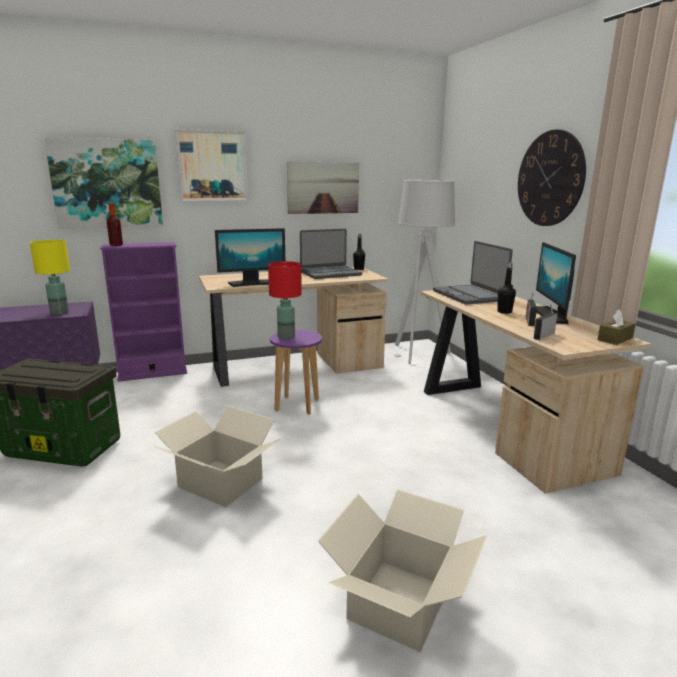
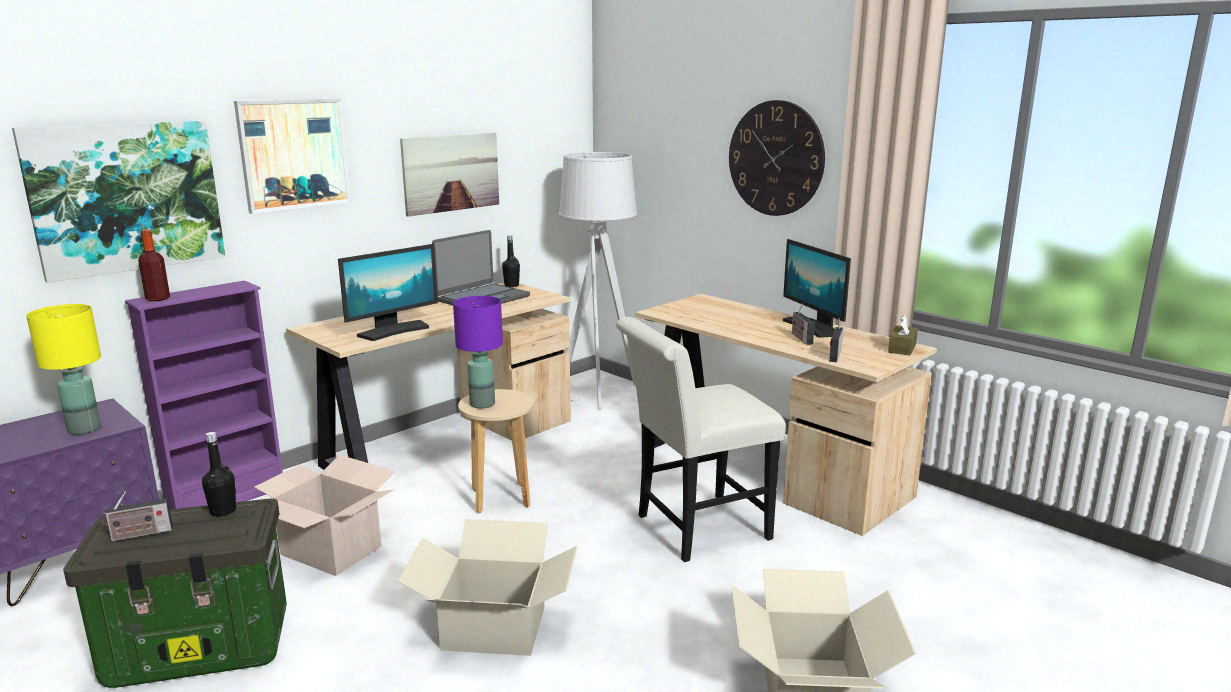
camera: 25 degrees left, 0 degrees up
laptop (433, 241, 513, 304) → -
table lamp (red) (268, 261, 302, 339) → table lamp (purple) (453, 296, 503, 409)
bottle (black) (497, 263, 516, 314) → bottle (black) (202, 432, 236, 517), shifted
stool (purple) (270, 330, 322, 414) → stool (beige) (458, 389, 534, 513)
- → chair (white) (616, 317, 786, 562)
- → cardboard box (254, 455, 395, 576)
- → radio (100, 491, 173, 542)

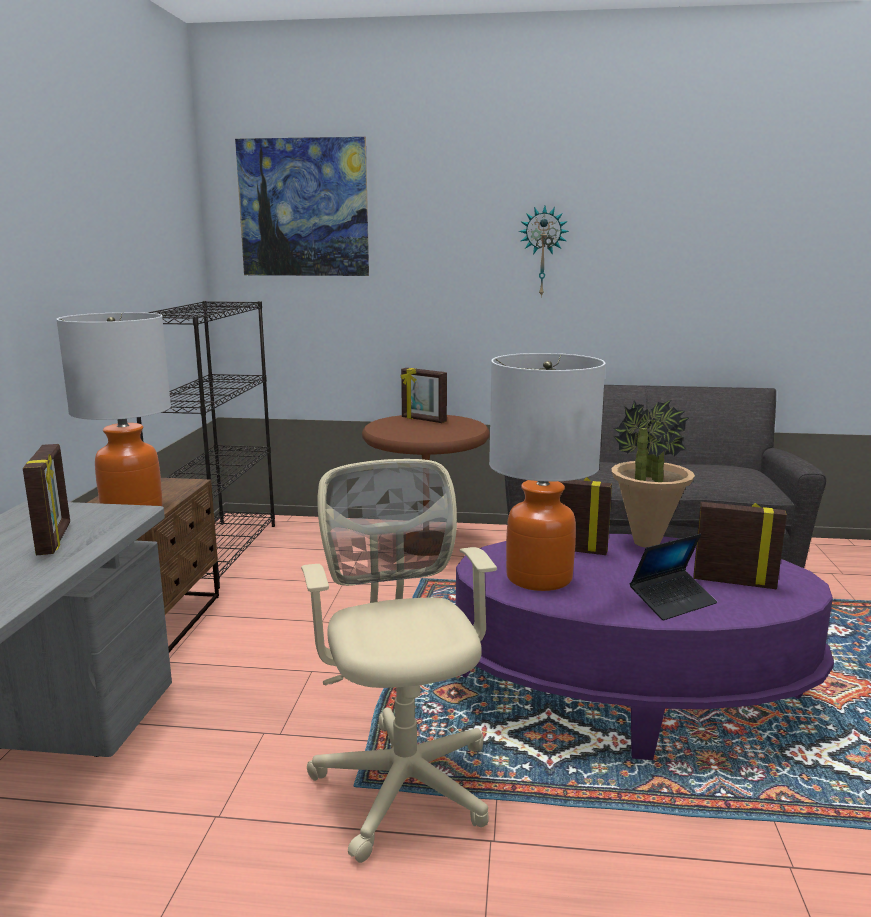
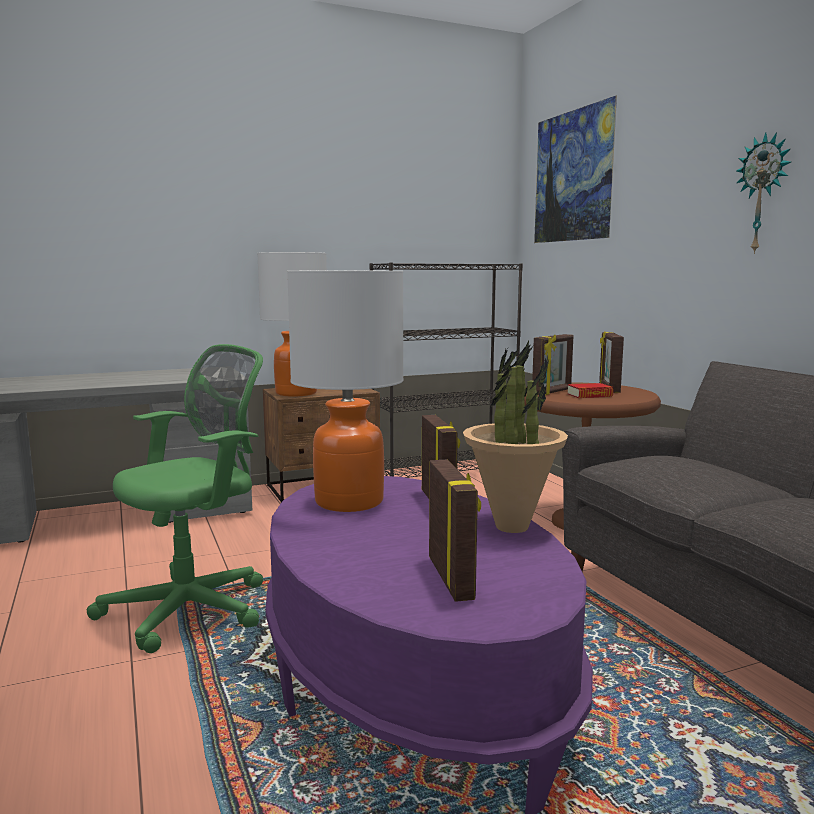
camera: 60 degrees right, 5 degrees down
picture frame (23, 444, 70, 555) → picture frame (532, 334, 574, 395), shifted
office chair (beige) (301, 459, 497, 863) → office chair (green) (87, 344, 263, 653)
laptop (630, 534, 717, 620) → -
- → book (567, 383, 613, 398)

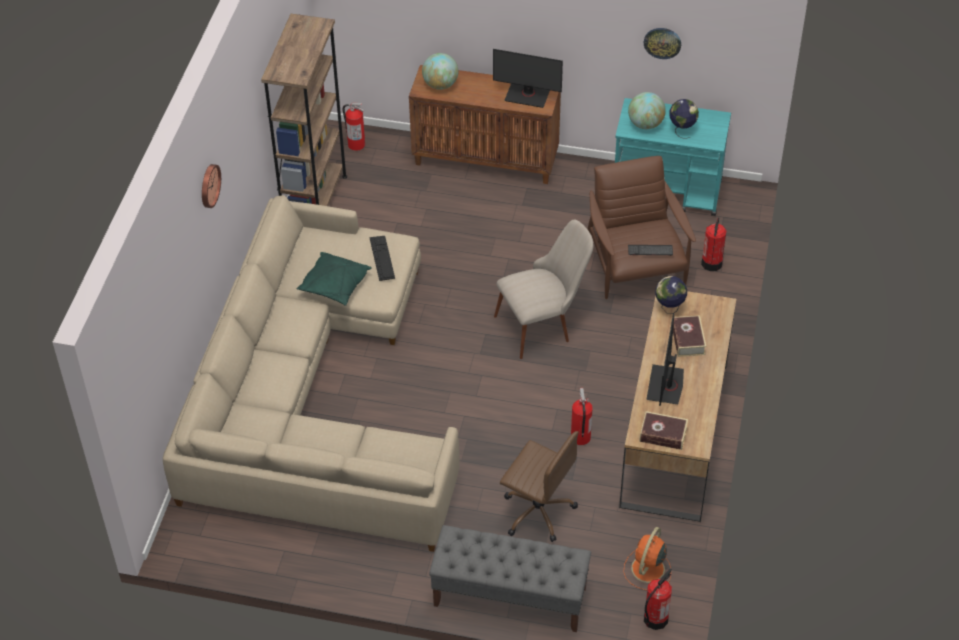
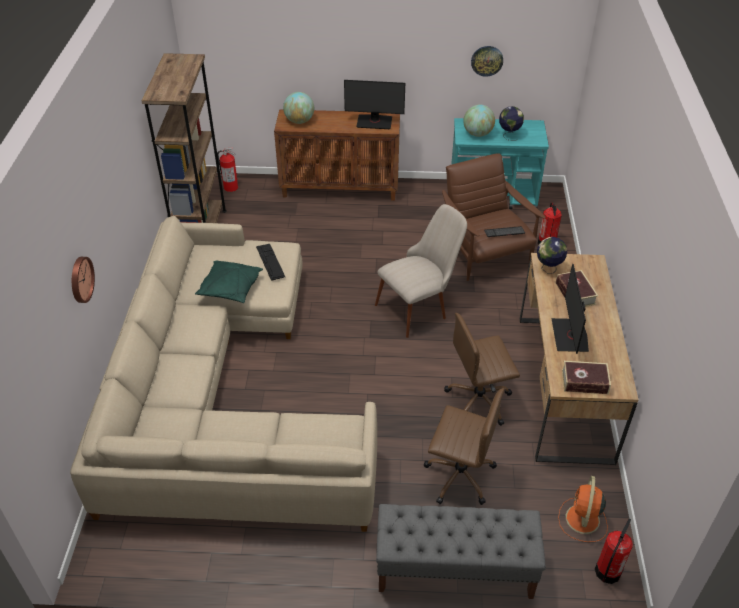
camera: 10 degrees left, 5 degrees down
wall clock (202, 164, 221, 208) → wall clock (72, 257, 95, 303), shifted
fire extinguisher (571, 388, 593, 445) → office chair (brown) (444, 313, 520, 426)

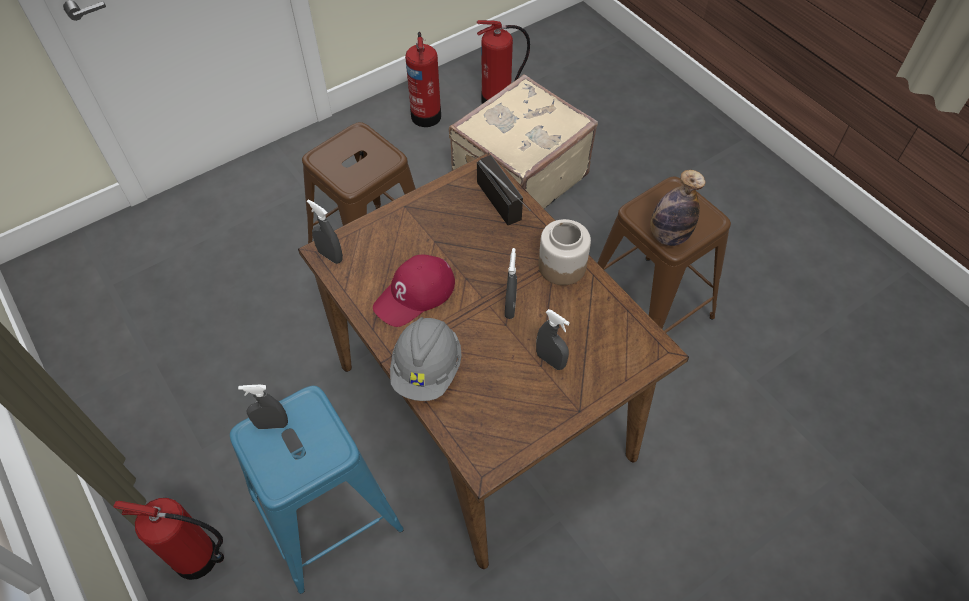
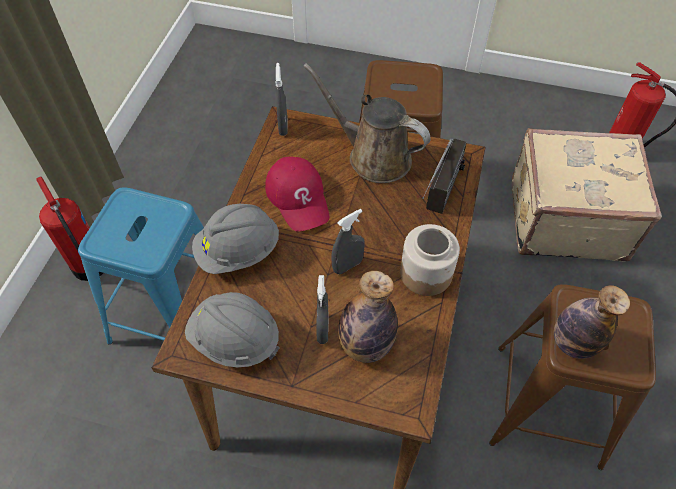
camera: 50 degrees right, 0 degrees up
fire extinguisher (405, 32, 441, 127) → -
cap (red) (373, 255, 455, 327) → cap (red) (265, 157, 329, 232), 120 degrees counterclockwise
spray bottle (grey) (238, 385, 288, 429) → -
- → watering can (brown) (303, 63, 431, 183)
- → bottle (338, 271, 398, 363)
- → hard hat (grey) (185, 292, 280, 368)

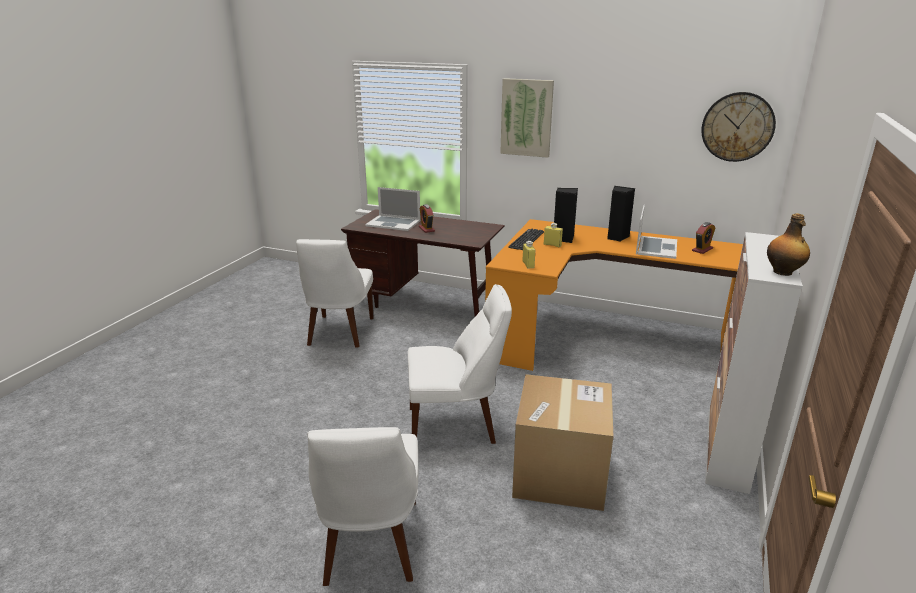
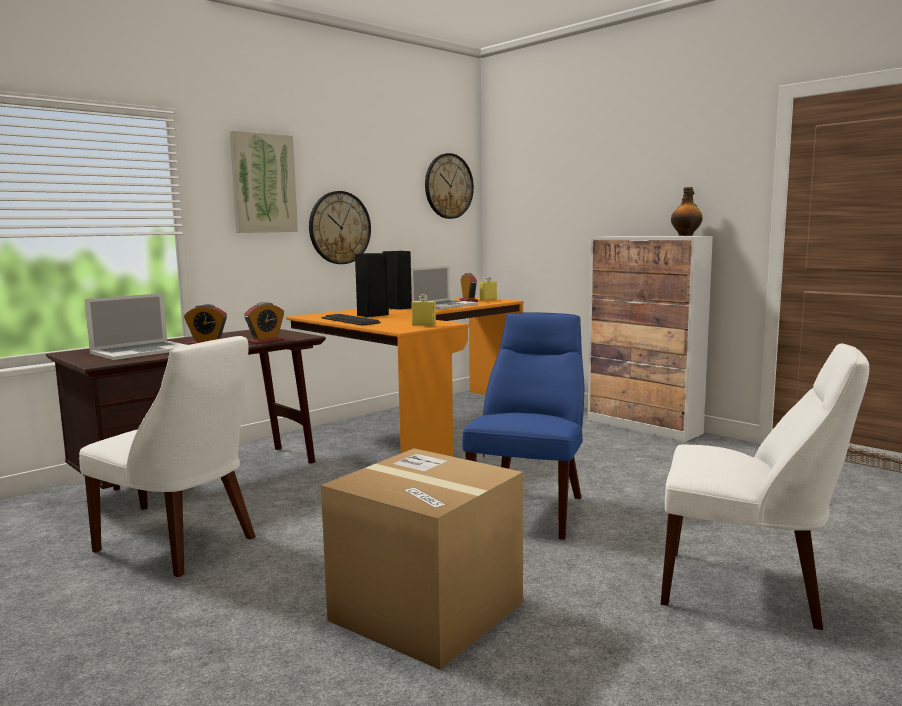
camera: 65 degrees left, 15 degrees down
laptop (636, 205, 677, 259) → laptop (411, 266, 478, 309), 90 degrees clockwise
bottle (yellow) (544, 223, 563, 247) → bottle (yellow) (480, 277, 497, 301), shifted
chair (white) (408, 284, 512, 444) → chair (blue) (462, 313, 584, 540)
cardboard box (512, 374, 613, 511) → cardboard box (321, 448, 523, 670), shifted
- → wall clock (309, 191, 371, 264)
- → alarm clock (244, 302, 284, 344)

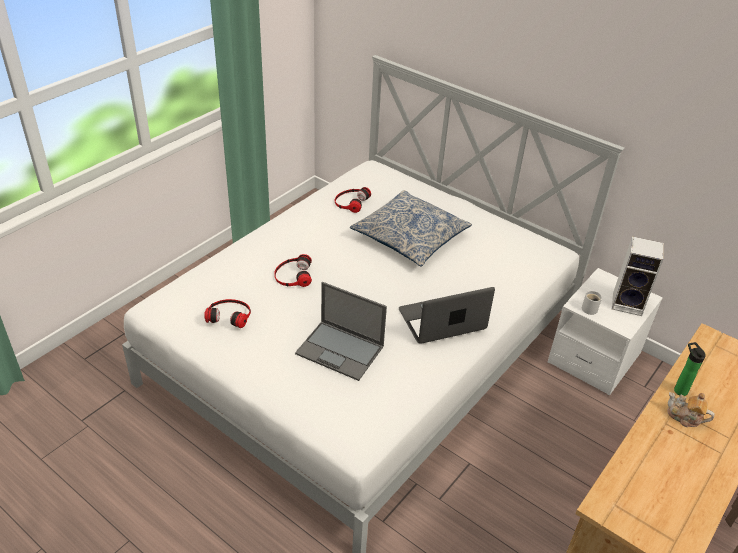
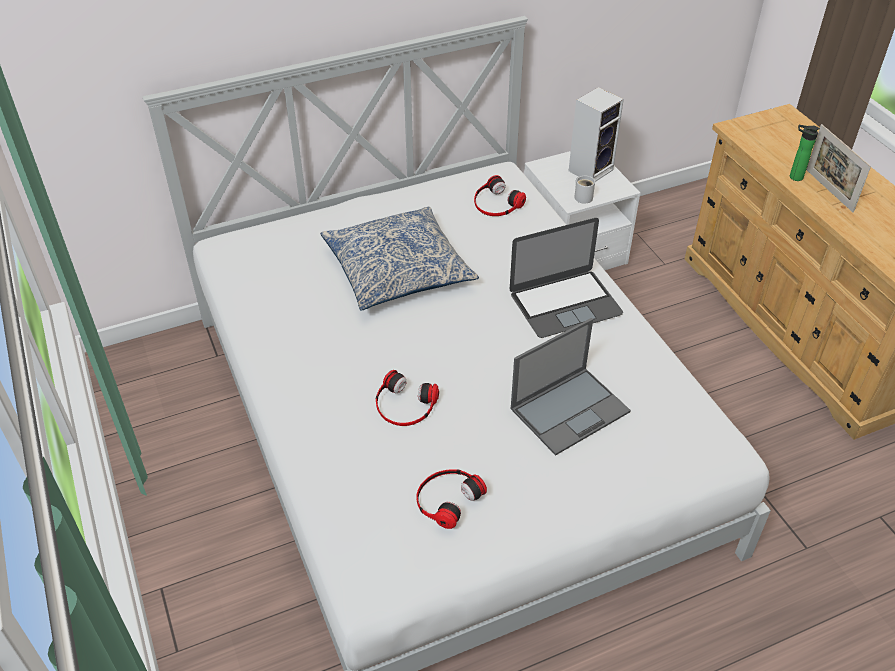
camera: 60 degrees left, 5 degrees up
headphones (335, 187, 371, 213) → headphones (474, 175, 526, 216), shifted
laptop (399, 287, 495, 344) → laptop (510, 218, 623, 338), 120 degrees counterclockwise
teapot (667, 392, 715, 427) → picture frame (807, 124, 871, 212)

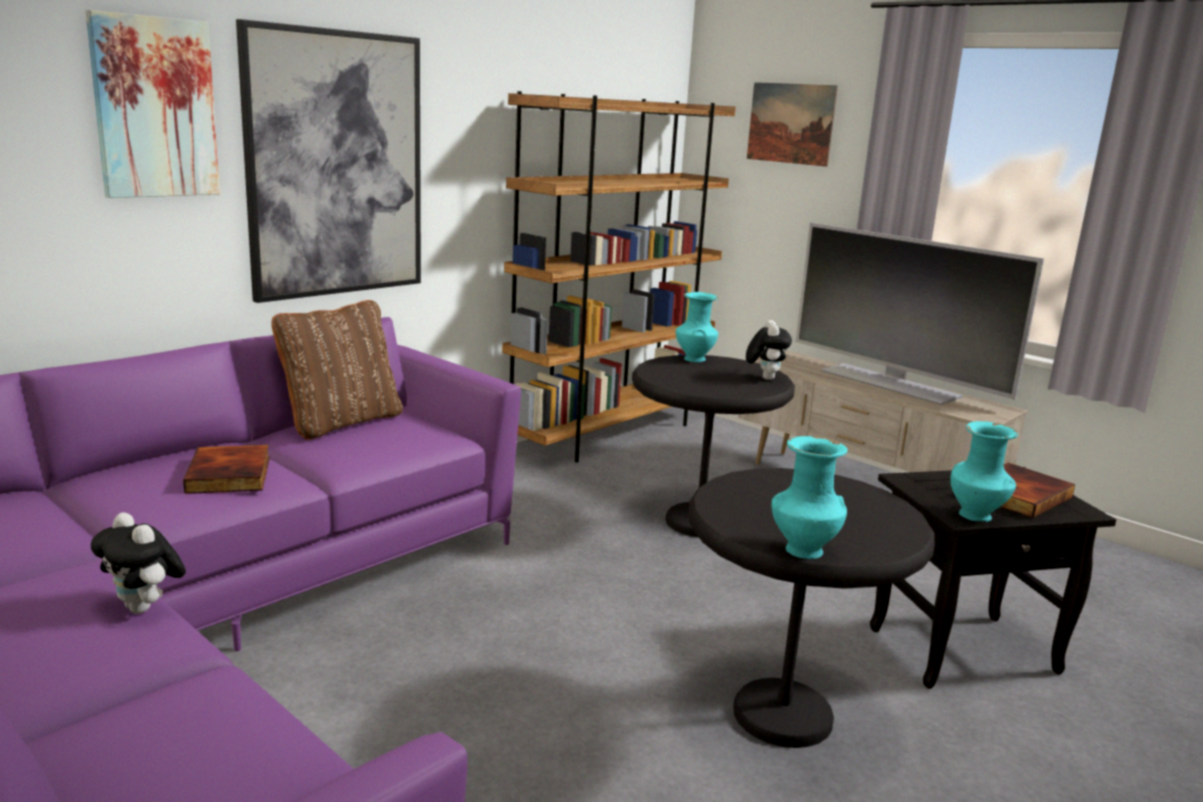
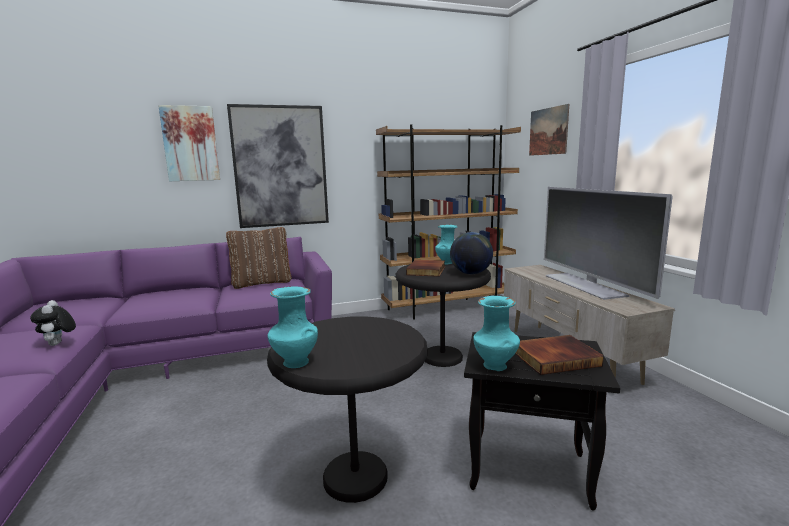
camera: 30 degrees right, 5 degrees down
plush toy (746, 320, 792, 380) → globe (450, 232, 493, 274)
book (183, 445, 270, 494) → book (406, 260, 445, 277), shifted

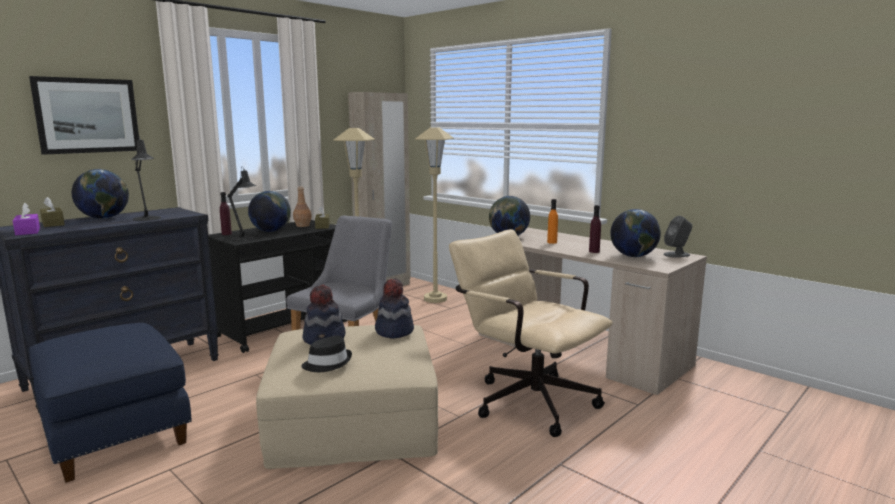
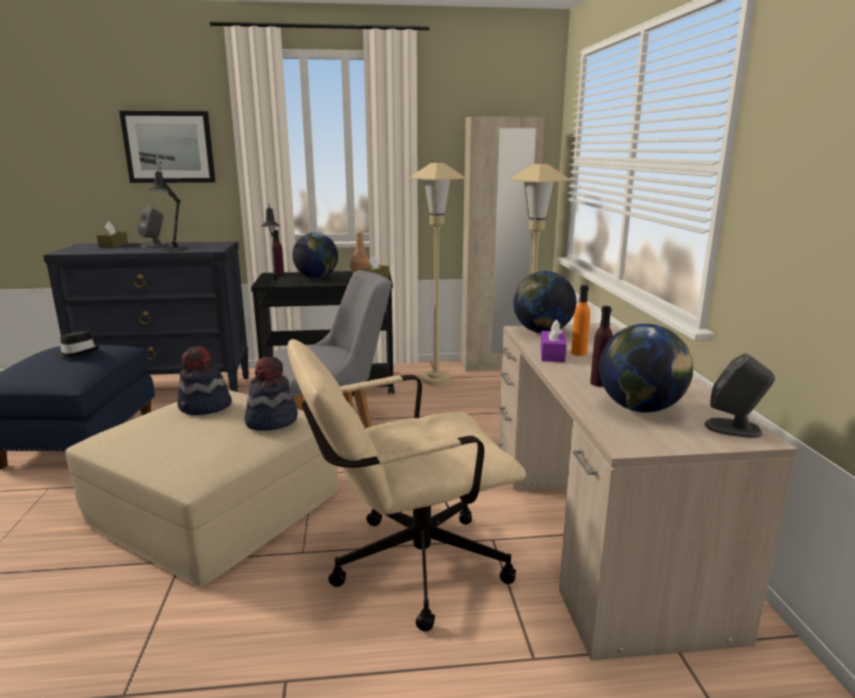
camera: 40 degrees right, 5 degrees up
globe (72, 169, 129, 219) → speaker (grey) (137, 206, 167, 248)
tissue box (purple) (13, 203, 40, 235) → tissue box (purple) (541, 320, 567, 362), shifted
office chair (beige) (449, 229, 613, 437) → office chair (beige) (287, 339, 526, 632), 105 degrees counterclockwise
hat (black) (302, 336, 352, 372) → hat (black) (55, 331, 99, 357), shifted

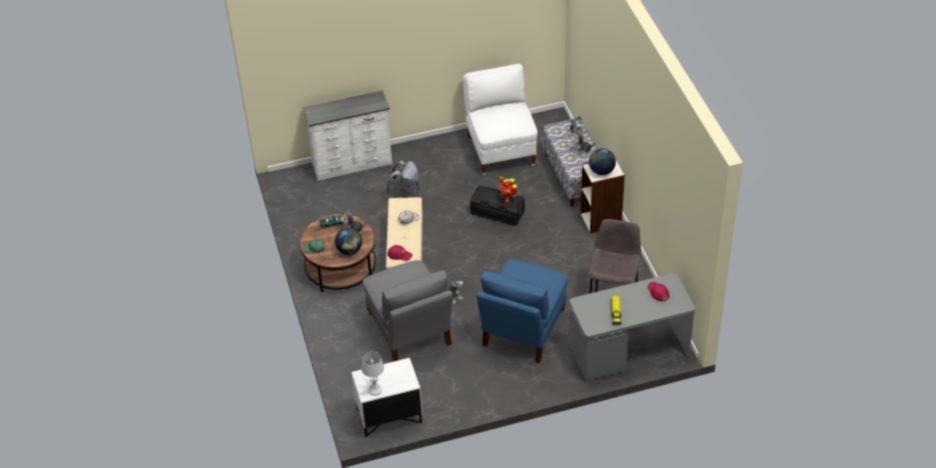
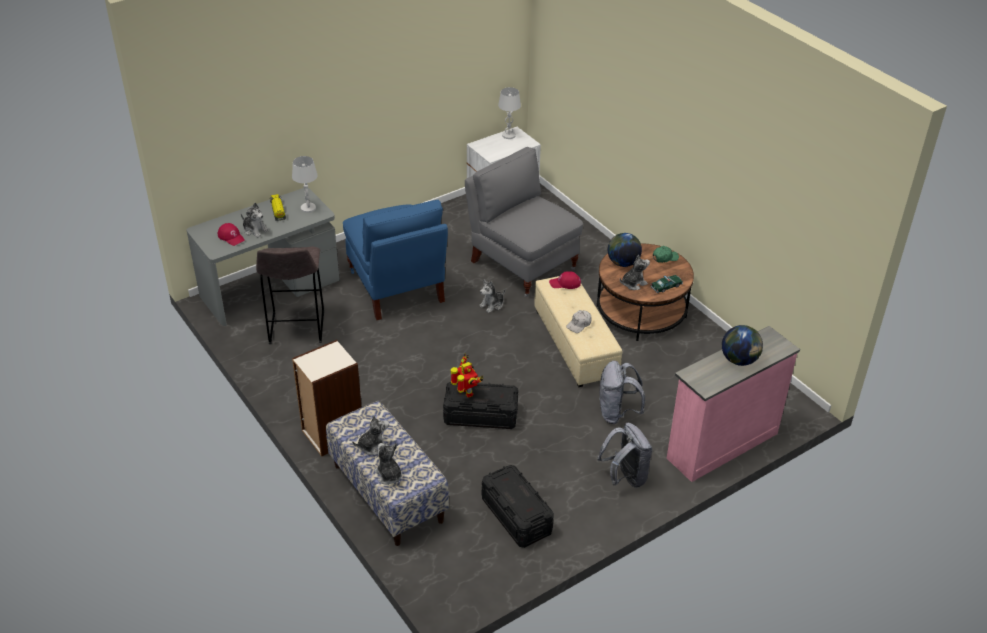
camera: 160 degrees right, 5 degrees down
chair (white) (463, 64, 538, 175) → storage box (black) (482, 465, 554, 548)
dresser (white) (303, 90, 392, 181) → dresser (pink) (667, 326, 800, 482)
globe (589, 148, 616, 175) → globe (722, 325, 763, 366), shifted
chair (blue) (477, 259, 568, 363) → chair (blue) (343, 200, 448, 320), 150 degrees clockwise
- → table lamp (white) (292, 156, 318, 213)
- → plush toy (241, 203, 269, 238)
- → backpack (grey) (597, 423, 653, 488)

